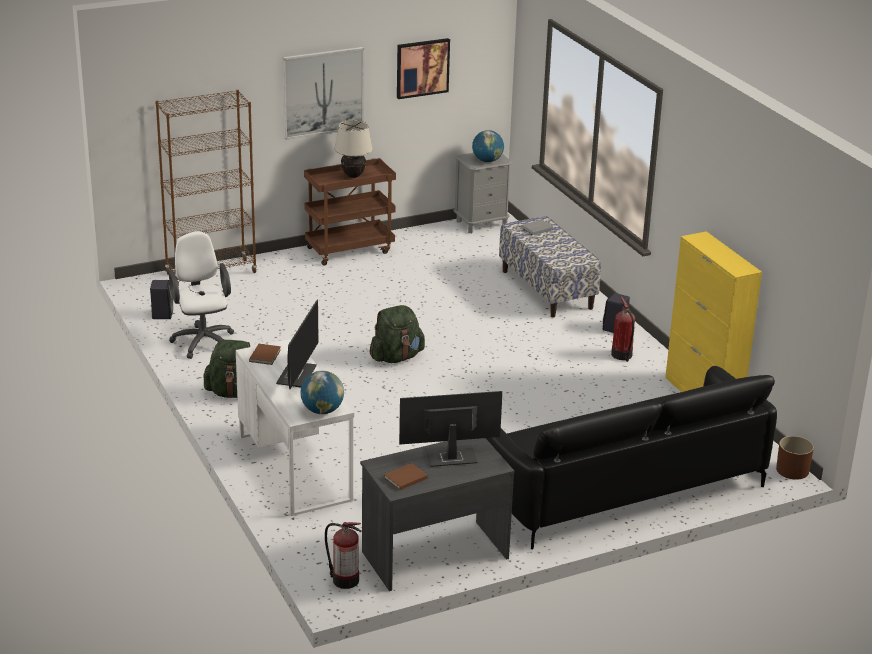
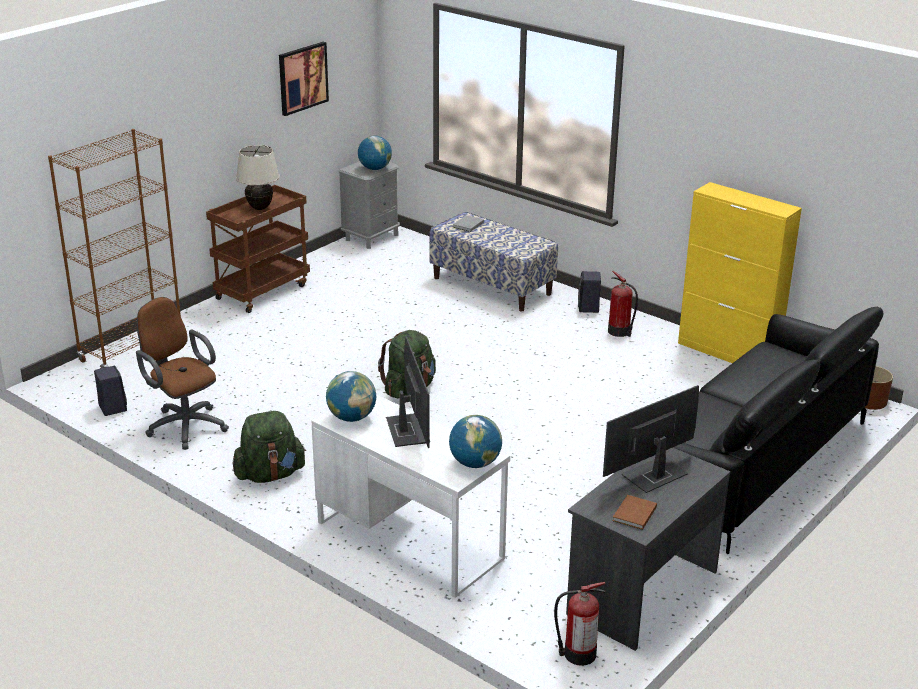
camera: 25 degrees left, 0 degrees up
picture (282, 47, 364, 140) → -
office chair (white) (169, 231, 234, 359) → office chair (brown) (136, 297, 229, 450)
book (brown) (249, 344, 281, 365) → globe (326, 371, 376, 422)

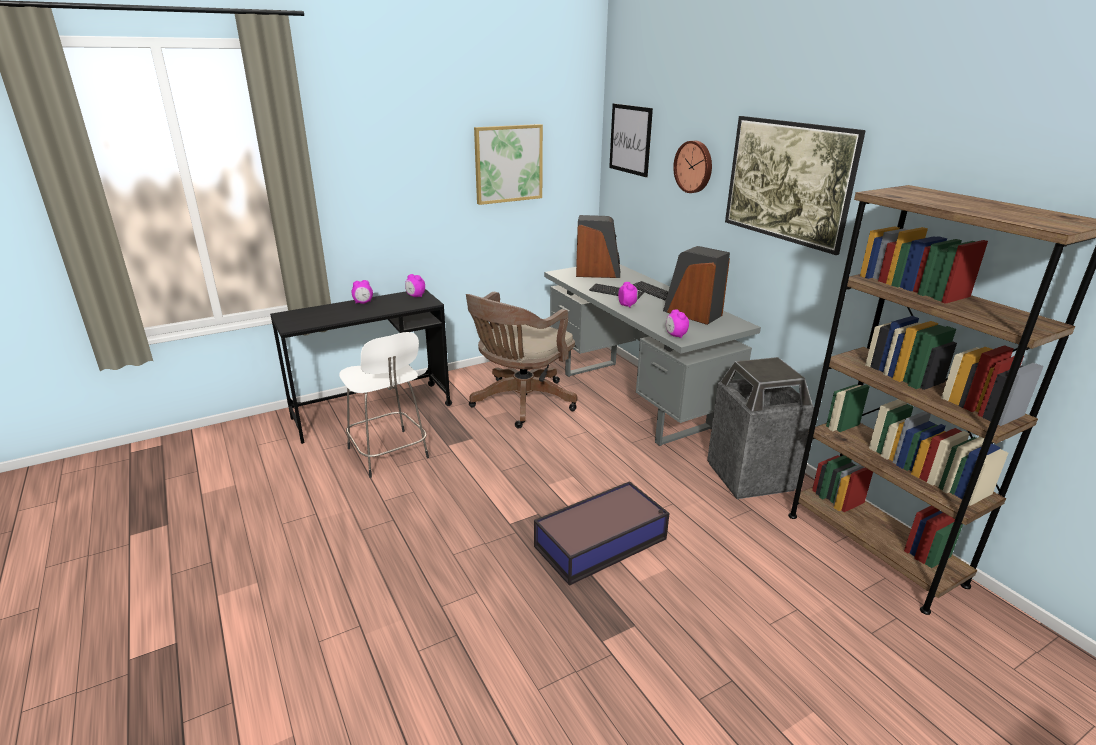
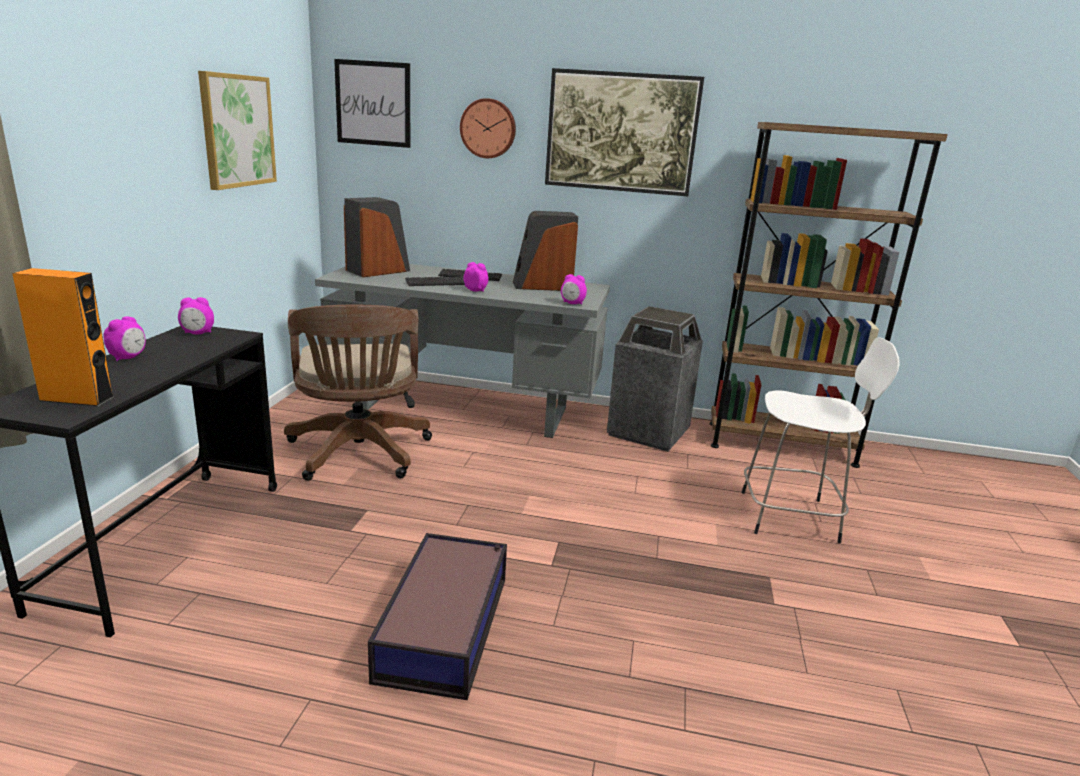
camera: 50 degrees left, 5 degrees down
stool (white) (339, 332, 429, 478) → stool (white) (741, 337, 900, 544), shifted
storage box (534, 481, 670, 586) → storage box (368, 533, 507, 700), shifted
- → speaker (orange) (12, 268, 114, 406)

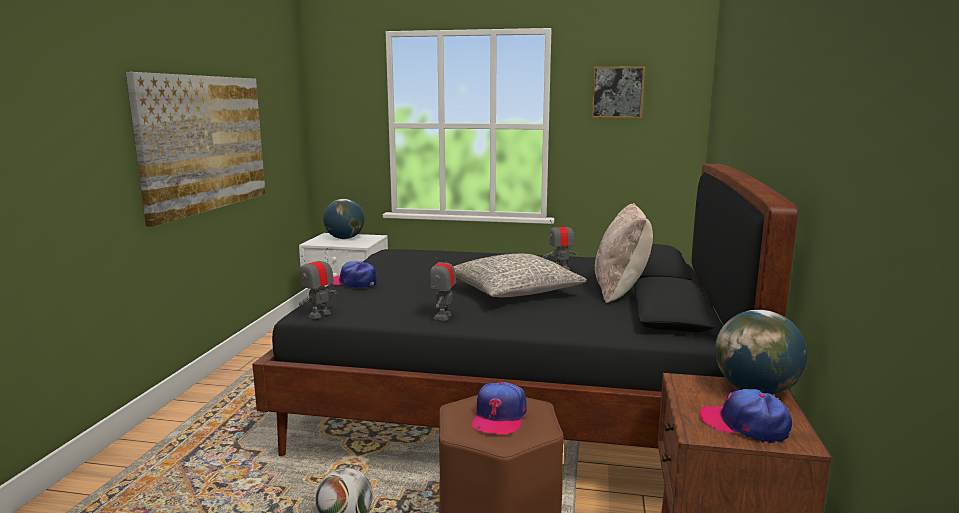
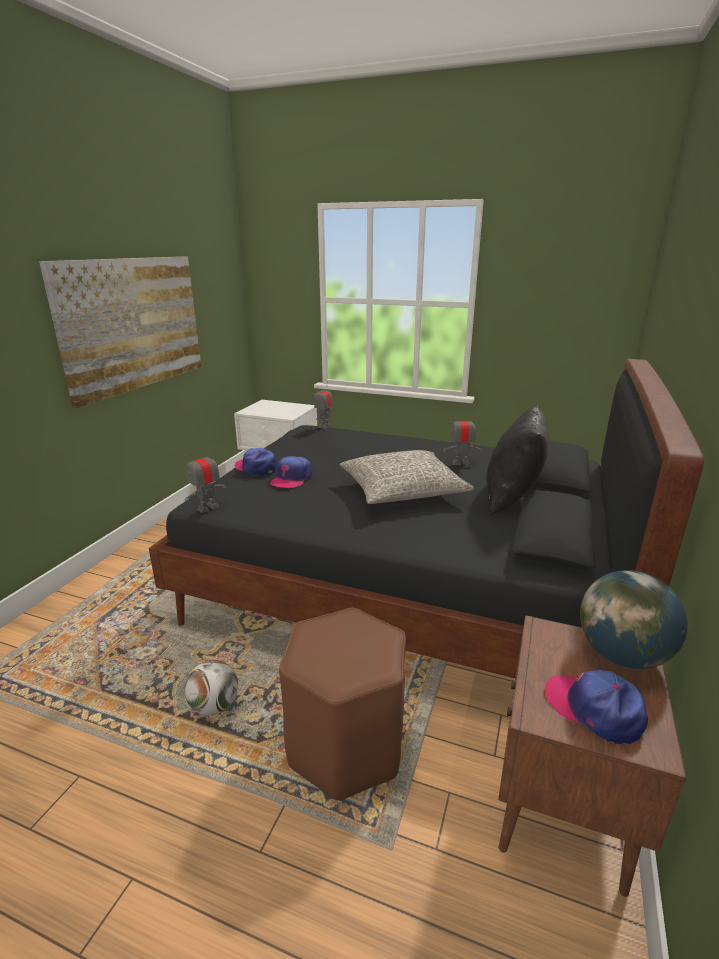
camera: 10 degrees right, 10 degrees up
picture (591, 66, 645, 118) → -
globe (323, 199, 364, 239) → -
pillow (beige) (595, 203, 653, 303) → pillow (black) (486, 406, 549, 515)
toy robot (430, 248, 456, 321) → toy robot (314, 381, 333, 429), shifted
cap (472, 382, 527, 434) → cap (270, 456, 312, 489), shifted

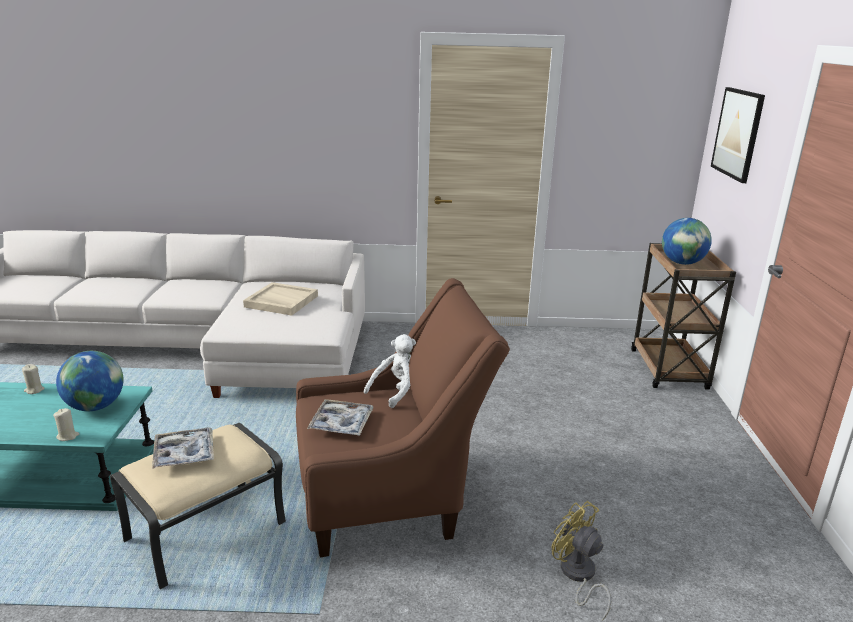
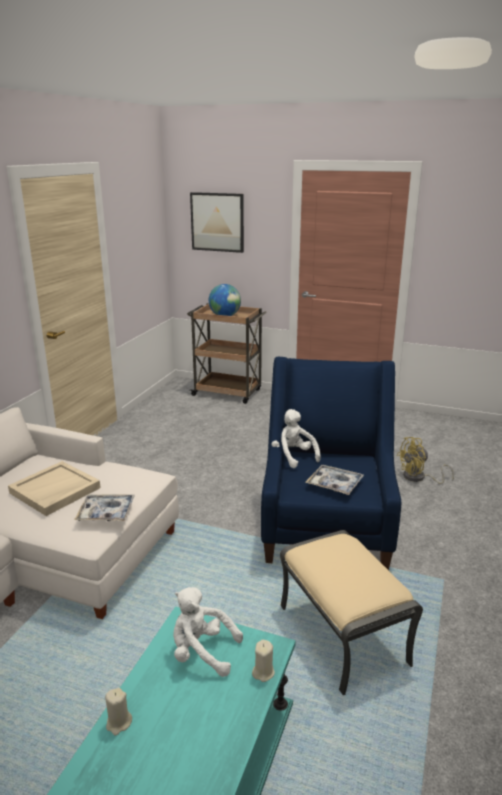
camera: 70 degrees left, 0 degrees up
armchair (brown) (296, 278, 510, 557) → armchair (blue) (261, 357, 401, 570)
globe (56, 351, 124, 411) → plush toy (white) (173, 587, 243, 677)
tray (152, 427, 214, 469) → tray (74, 494, 135, 521), shifted

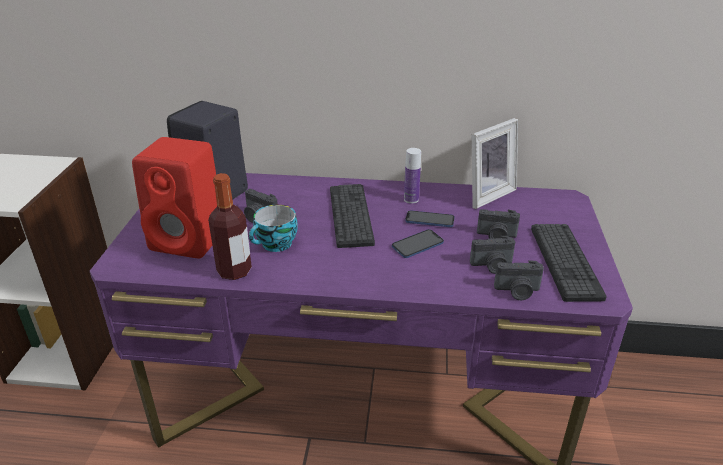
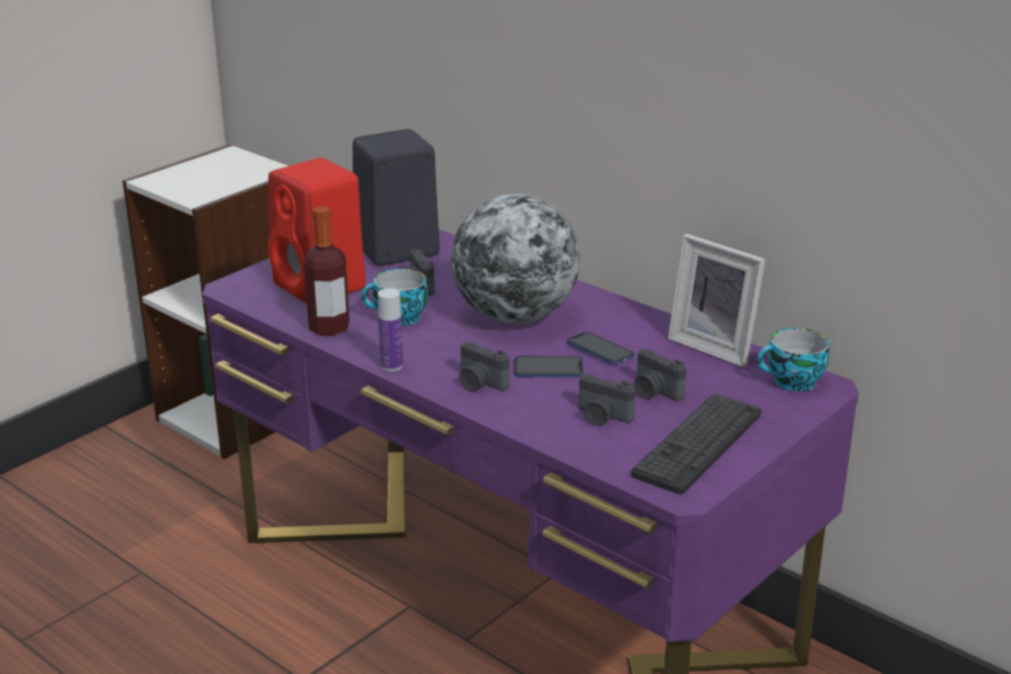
camera: 35 degrees right, 5 degrees down
picture frame (472, 118, 518, 209) → picture frame (668, 234, 765, 367), 45 degrees clockwise
bottle (404, 148, 421, 204) → bottle (378, 288, 403, 371), shifted
keyboard (330, 184, 375, 248) → globe (451, 194, 580, 324)
photo camera (494, 260, 544, 300) → photo camera (459, 342, 509, 392), shifted
- → cup (757, 328, 829, 392)

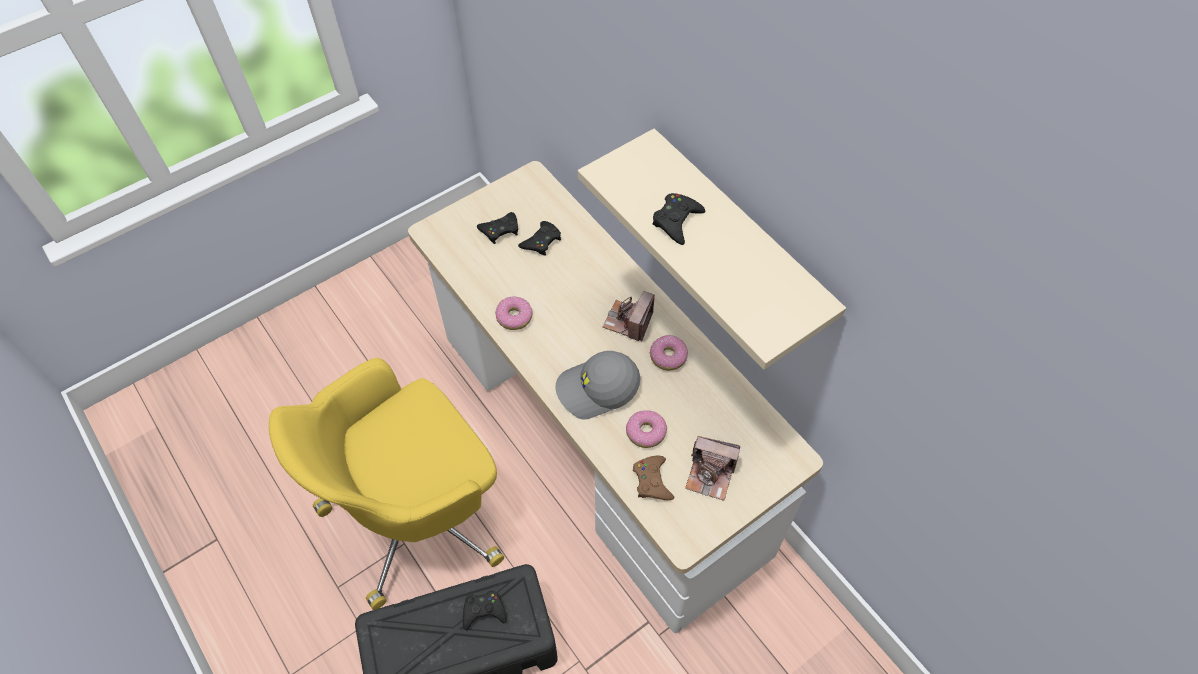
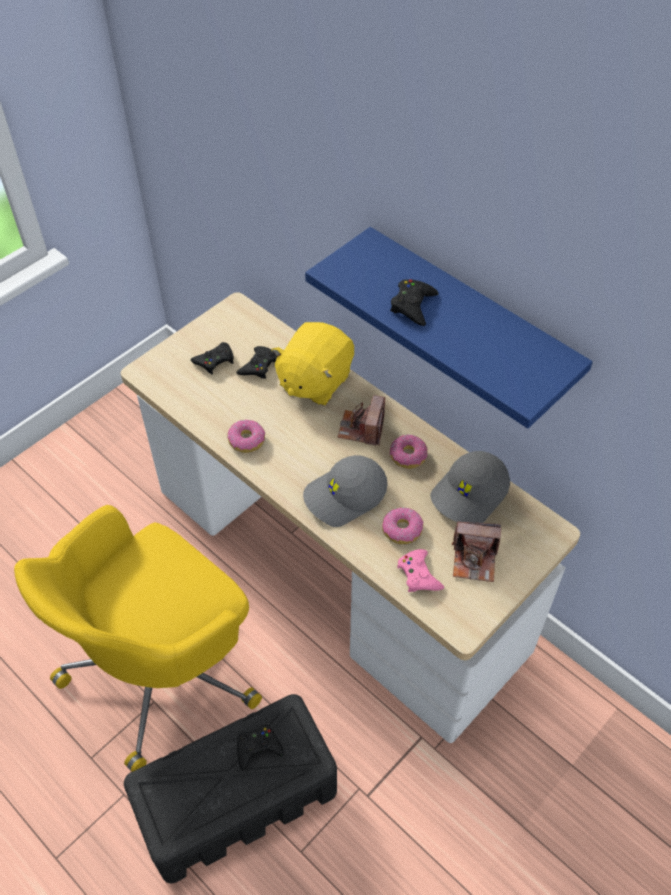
camera: 10 degrees left, 5 degrees down
shelf (beige) (578, 129, 846, 370) → shelf (blue) (305, 227, 593, 428)
game controller (brown) (633, 455, 674, 500) → game controller (pink) (397, 549, 444, 592)
- → plush toy (yellow) (272, 322, 354, 405)
- → cap (grey) (430, 451, 510, 523)

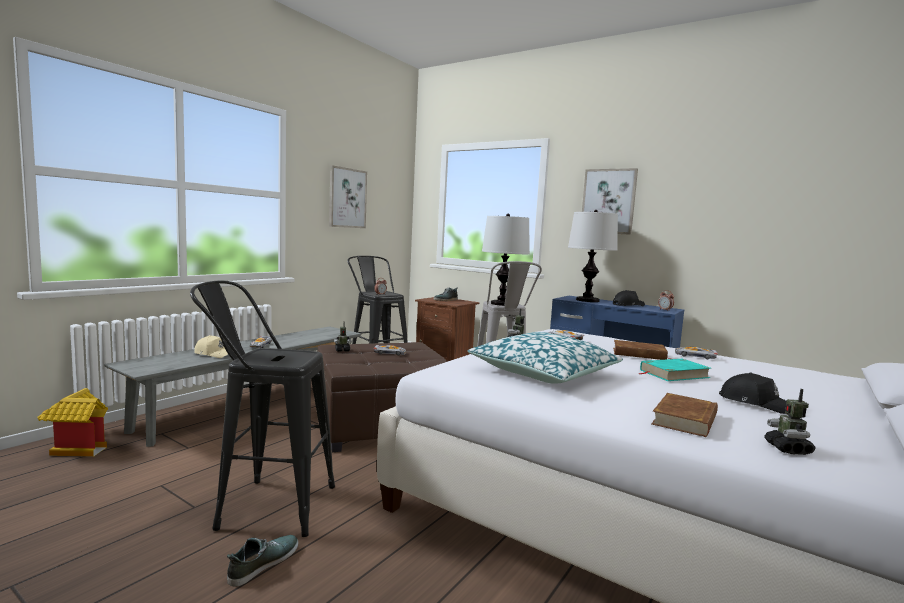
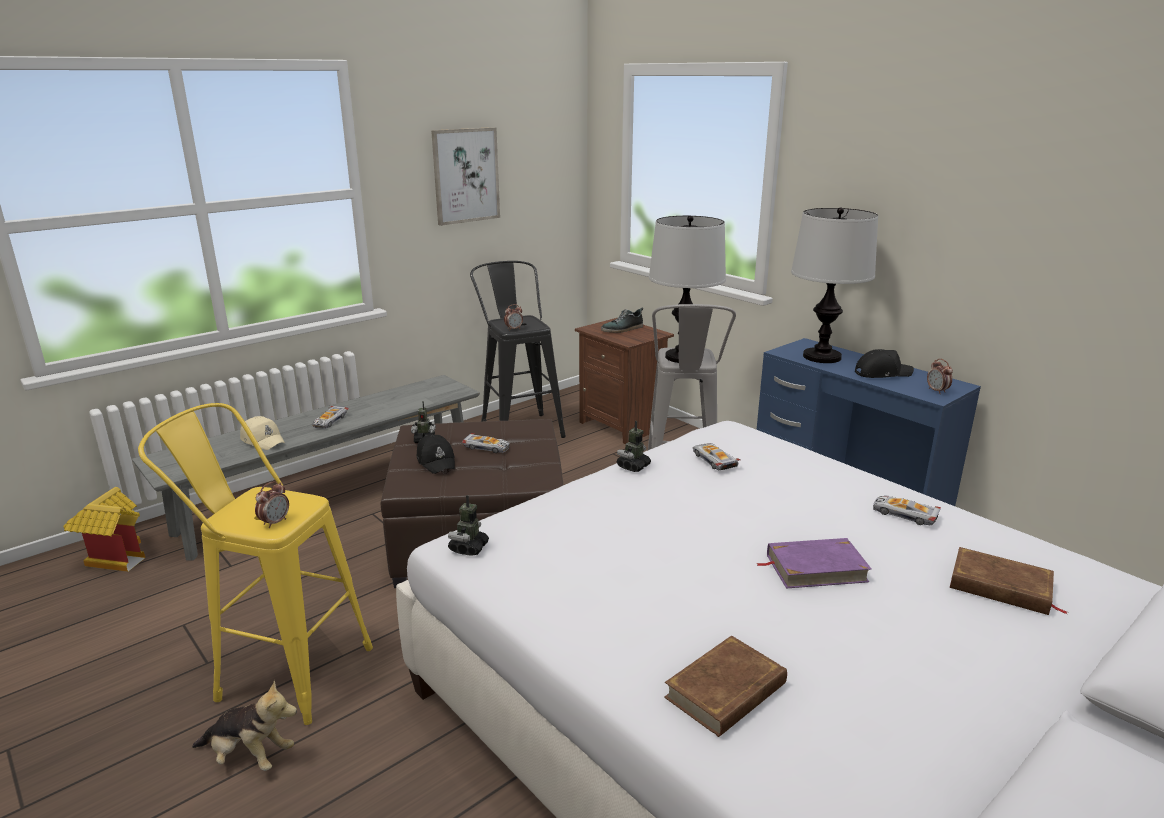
camera: 15 degrees right, 15 degrees up
picture (582, 168, 638, 235) → -
stool (black) (190, 280, 335, 537) → stool (yellow) (138, 403, 373, 725)
pillow (468, 332, 623, 384) → -
book (brown) (613, 340, 670, 360) → book (brown) (950, 547, 1067, 615), shifted
book (turquoise) (638, 359, 711, 381) → book (purple) (756, 538, 871, 588)
cap (black) (719, 373, 787, 414) → cap (black) (417, 435, 455, 474), shifted
toy robot (764, 389, 816, 455) → toy robot (448, 495, 489, 556), shifted
shoe (227, 535, 299, 587) → plush toy (192, 680, 297, 771)
- → alarm clock (255, 481, 289, 528)

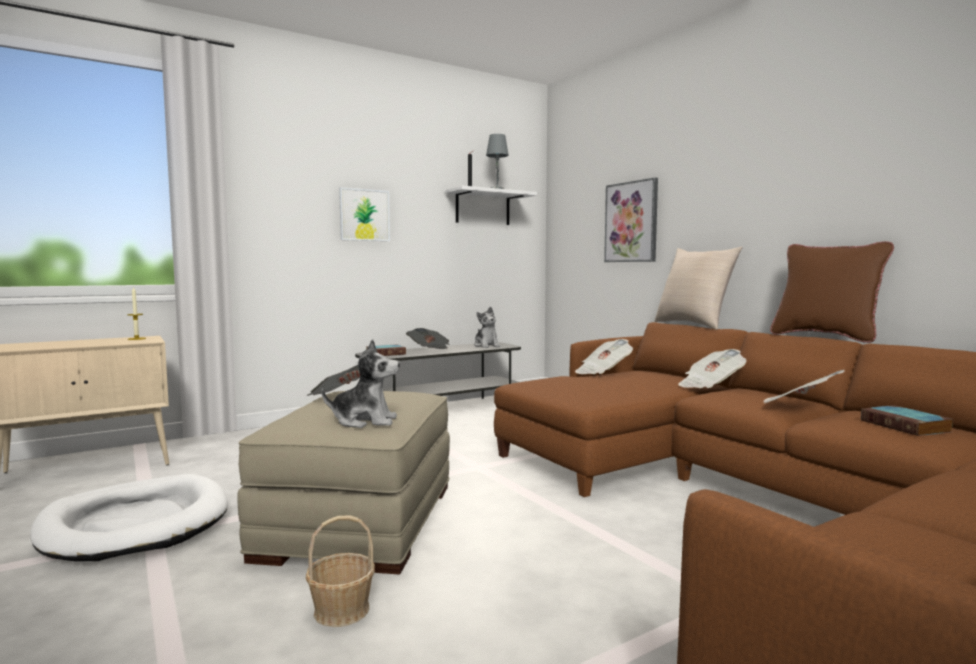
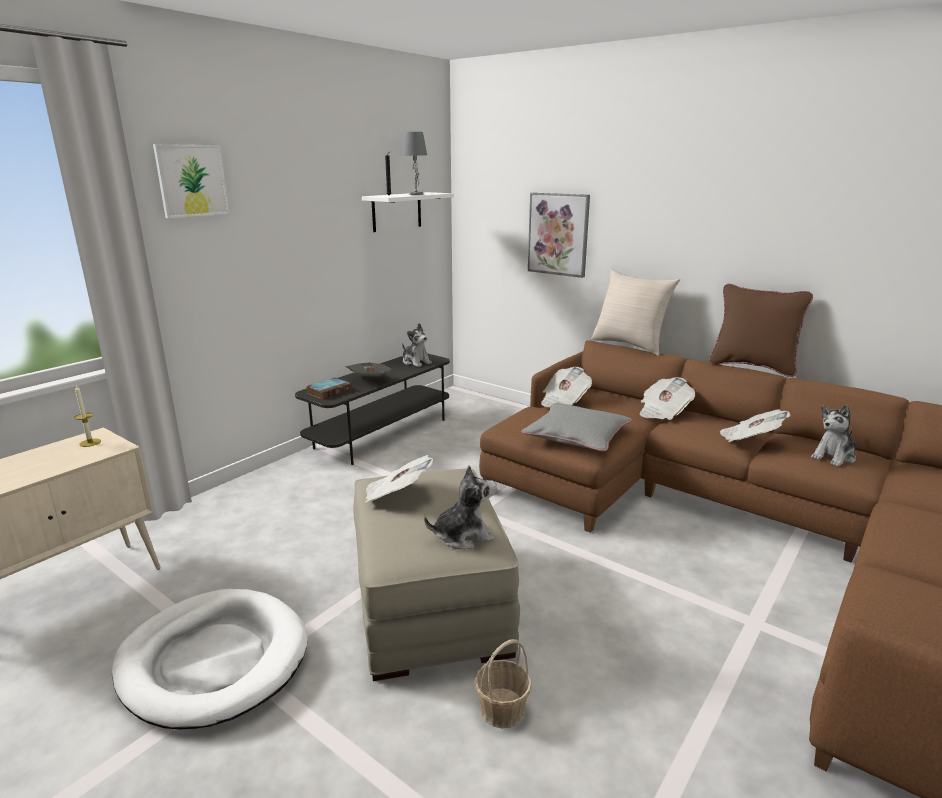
camera: 20 degrees left, 15 degrees up
picture (339, 187, 390, 241) → picture (153, 144, 229, 218), shifted
book (861, 405, 952, 436) → plush toy (811, 405, 856, 467)
- → pillow (grey) (521, 403, 632, 451)

